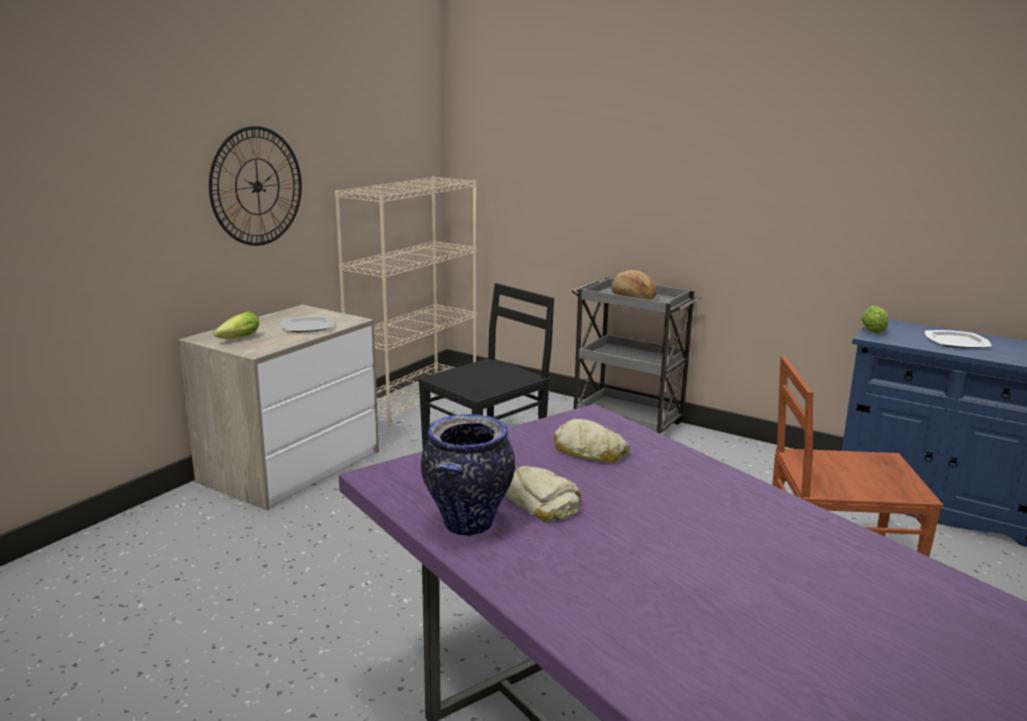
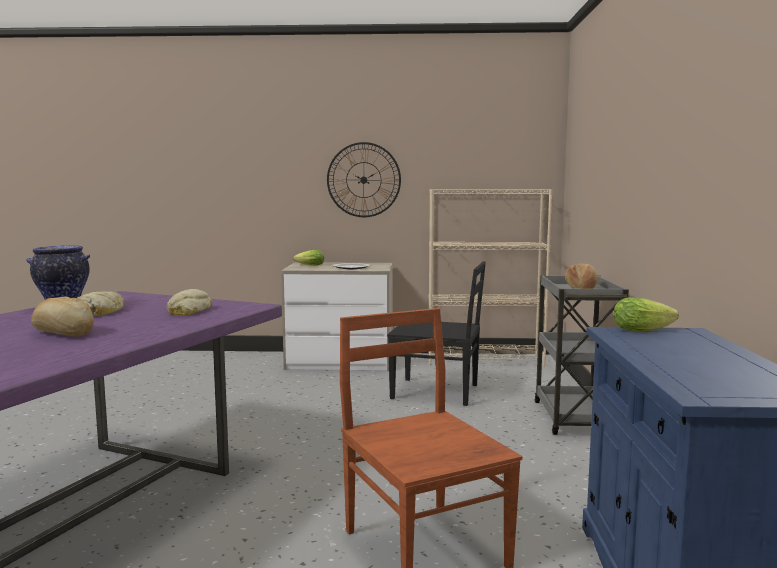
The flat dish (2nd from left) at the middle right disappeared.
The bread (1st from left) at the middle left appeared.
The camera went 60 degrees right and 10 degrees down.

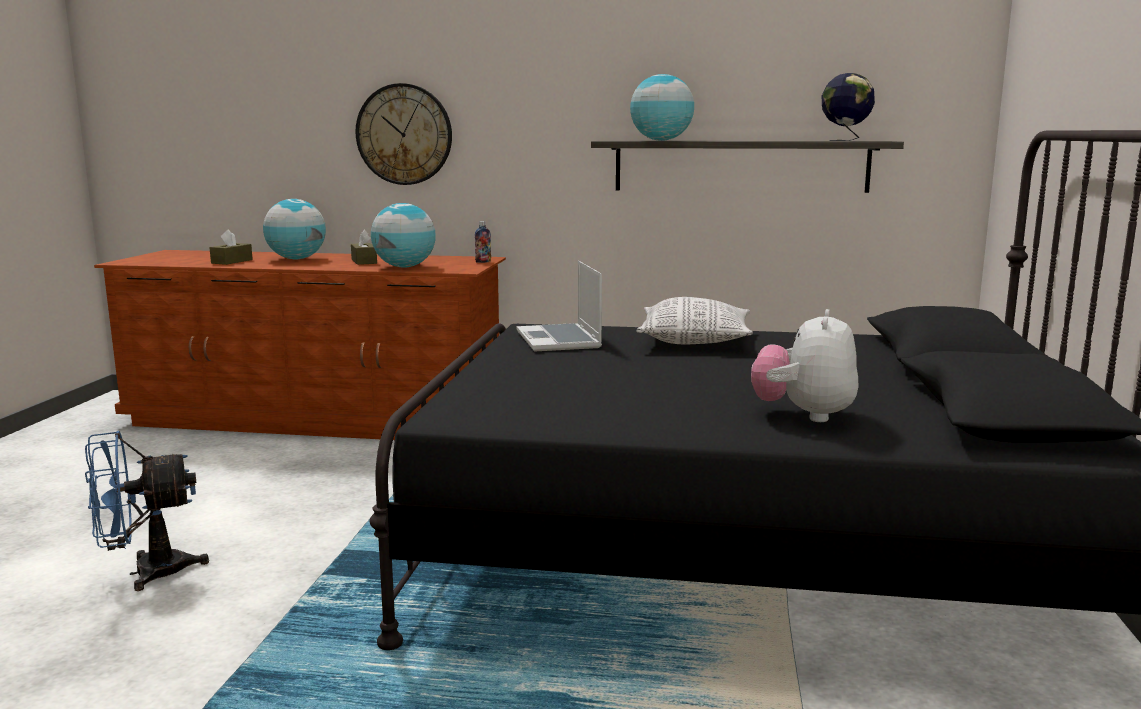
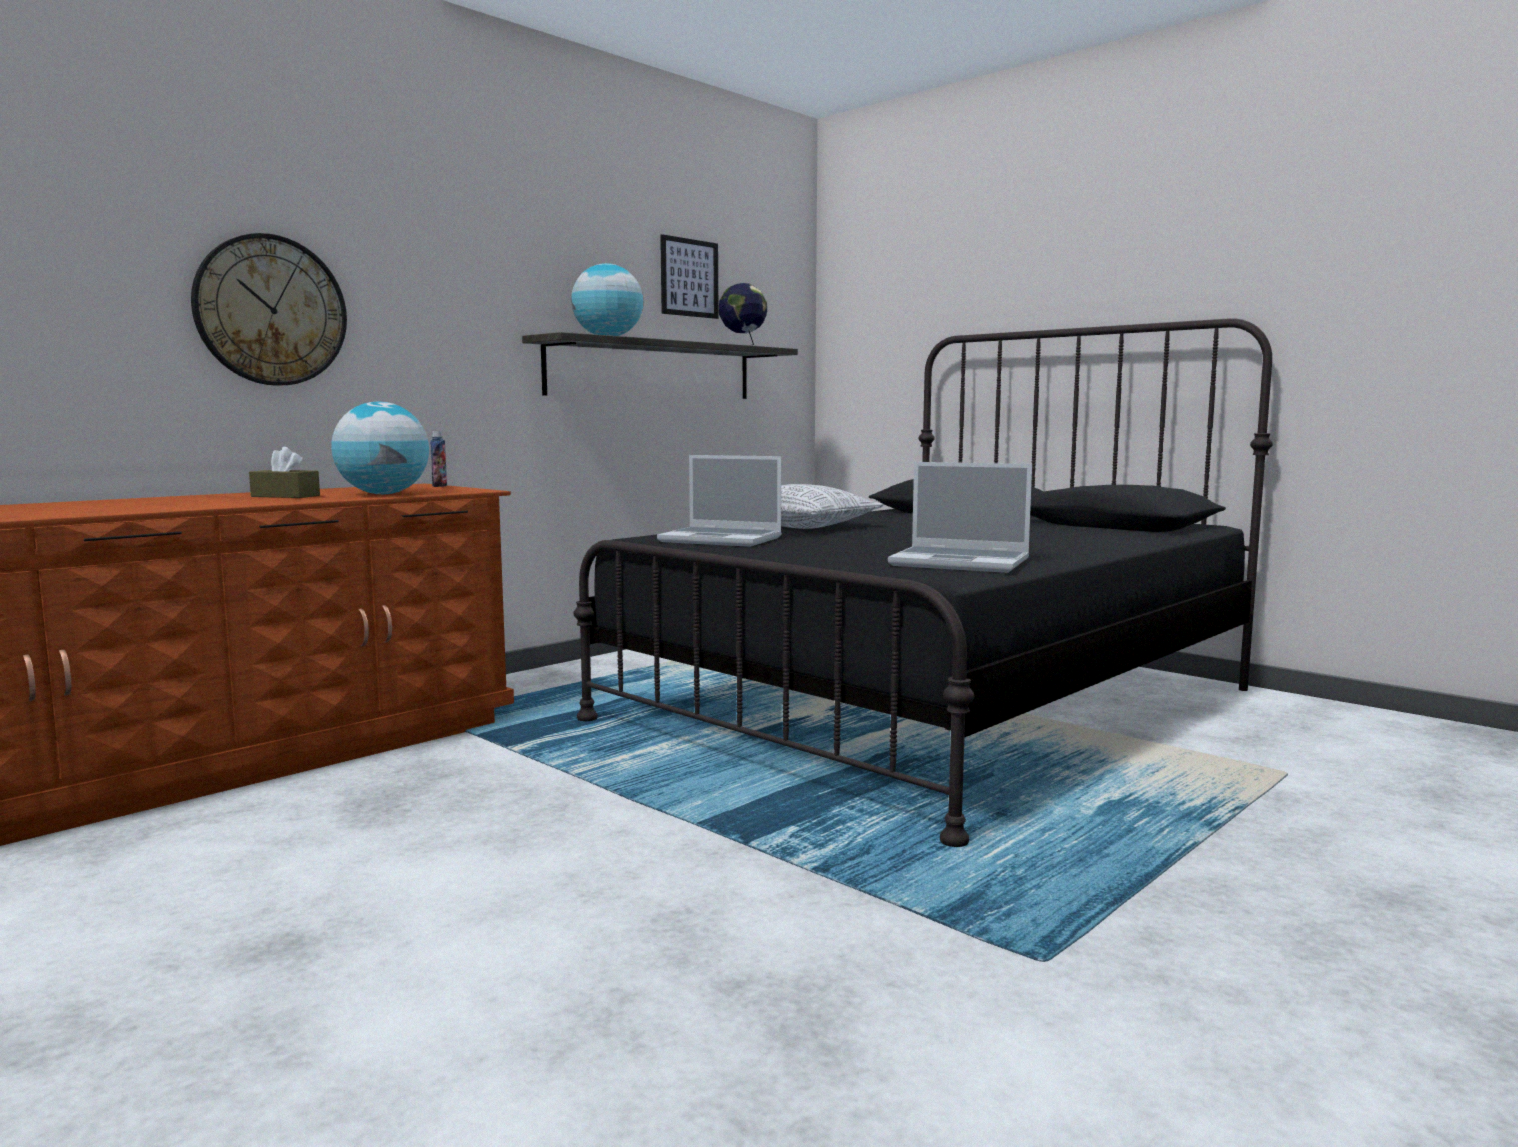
The electric fan in blue-coloured at the bottom left disappeared.
The tissue holder in brown (1st from left) at the middle left disappeared.
The world globe (1st from left) at the top left disappeared.
The cuddly toy at the middle right disappeared.
The picture at the top centre appeared.
The laptop (2nd from left) at the centre appeared.
The camera went 55 degrees left and 5 degrees down.

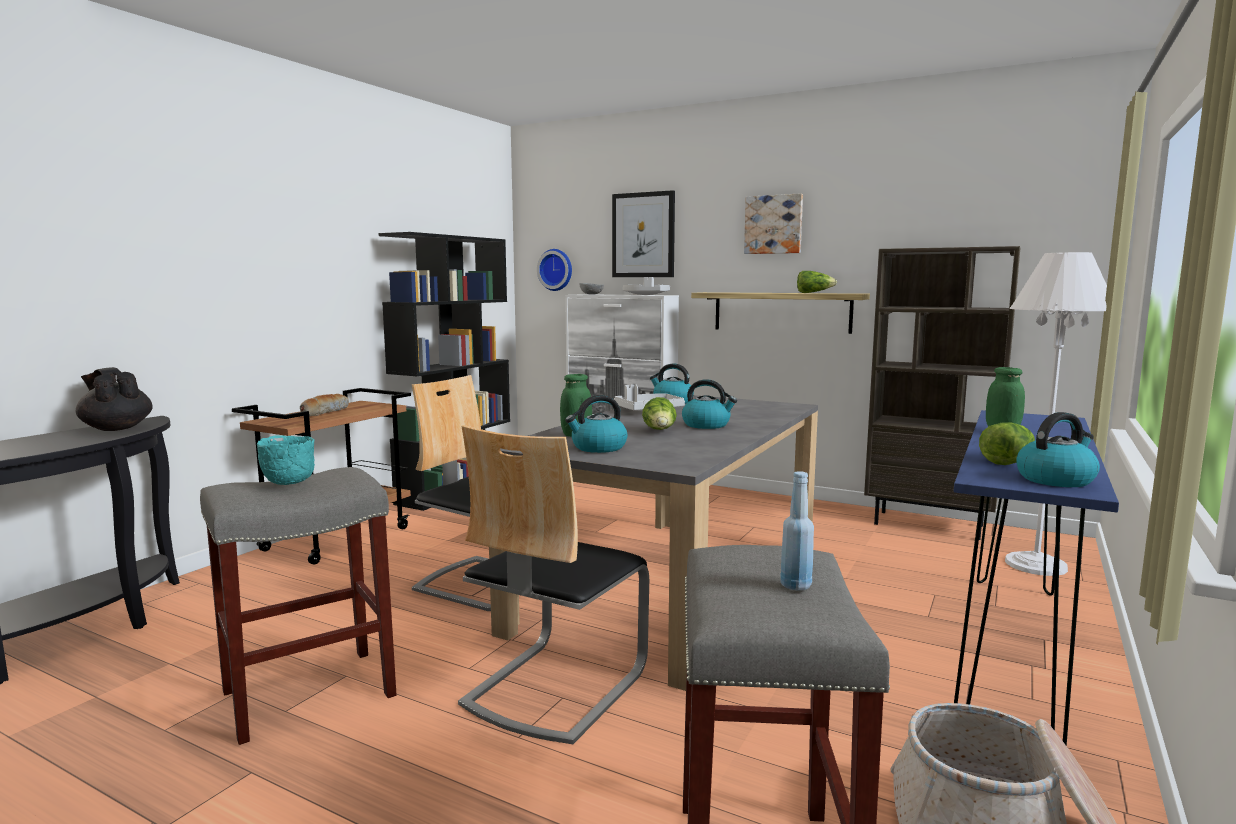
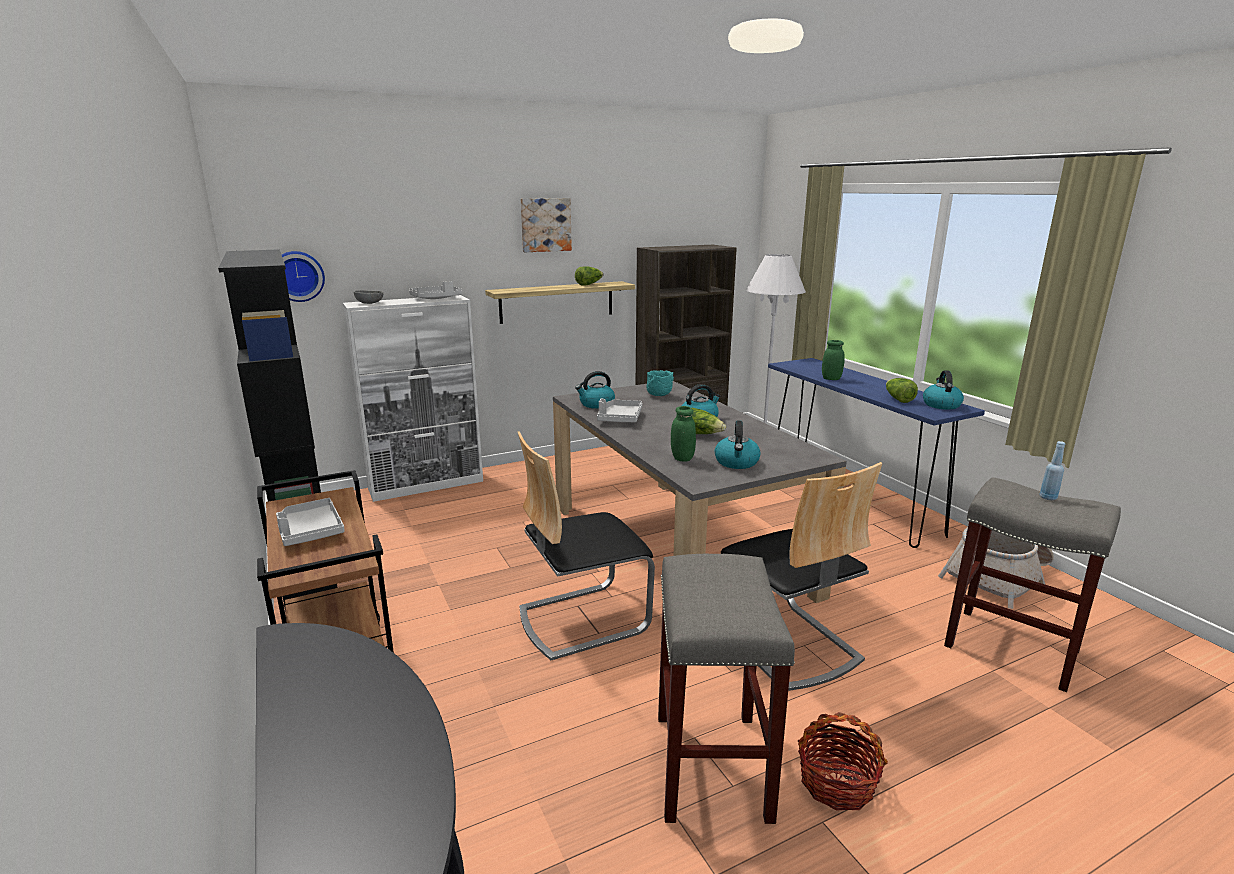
The teapot in blackish at the middle left disappeared.
The picture (1st from left) at the top centre disappeared.
The basket (1st from left) at the bottom right appeared.
The serving bowl in turquoise-coloured moved from the middle left to the centre.
The bread at the middle left was replaced by the serving tray in gray (1st from left) at the middle left.
The camera went 55 degrees left and 10 degrees up.

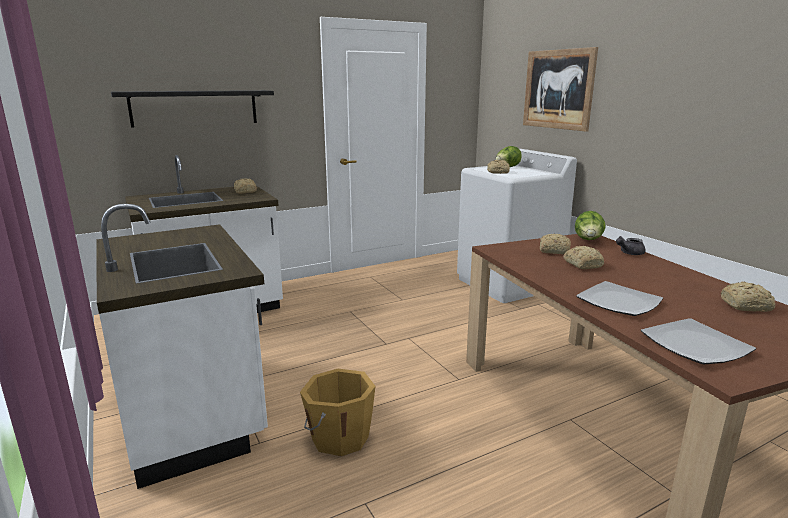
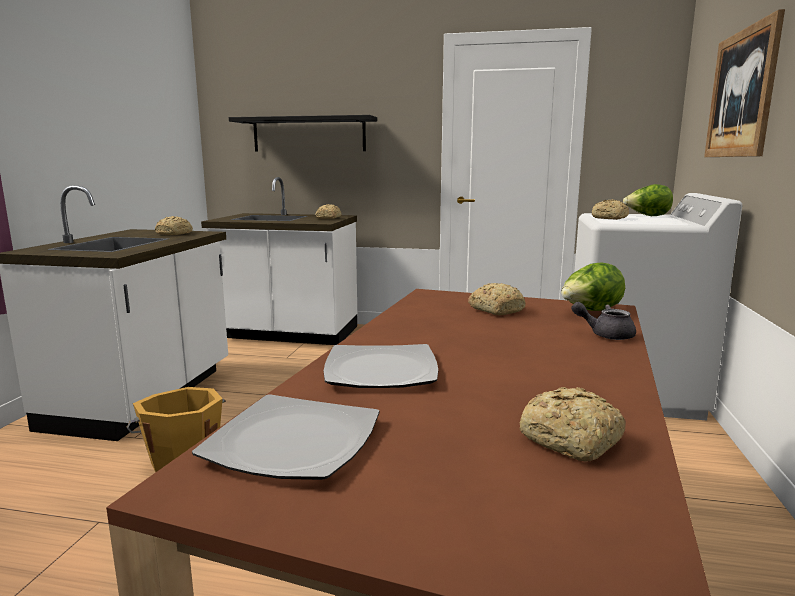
The bread (4th from left in the first image) moved from the middle right to the middle left.
The camera went 40 degrees right and 5 degrees down.

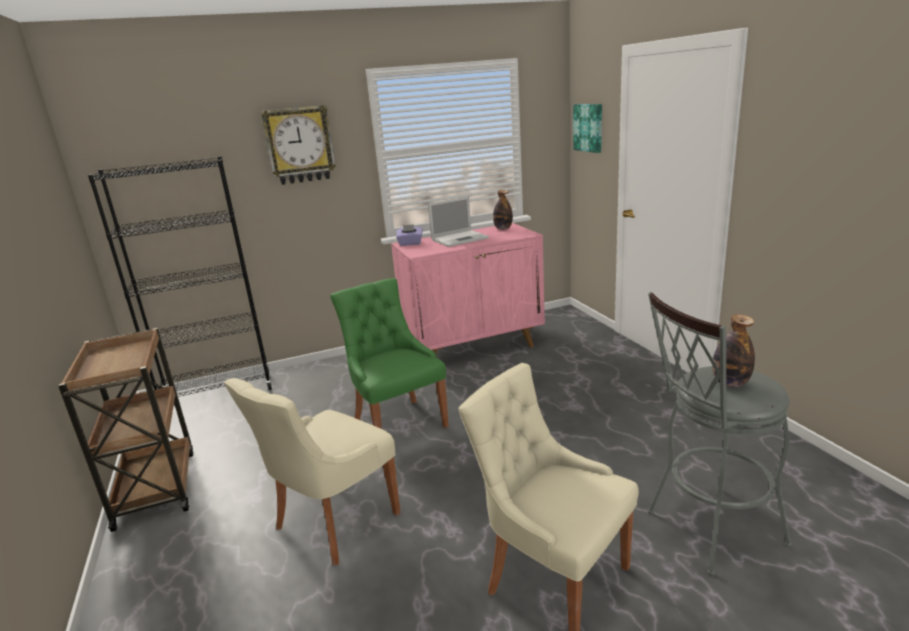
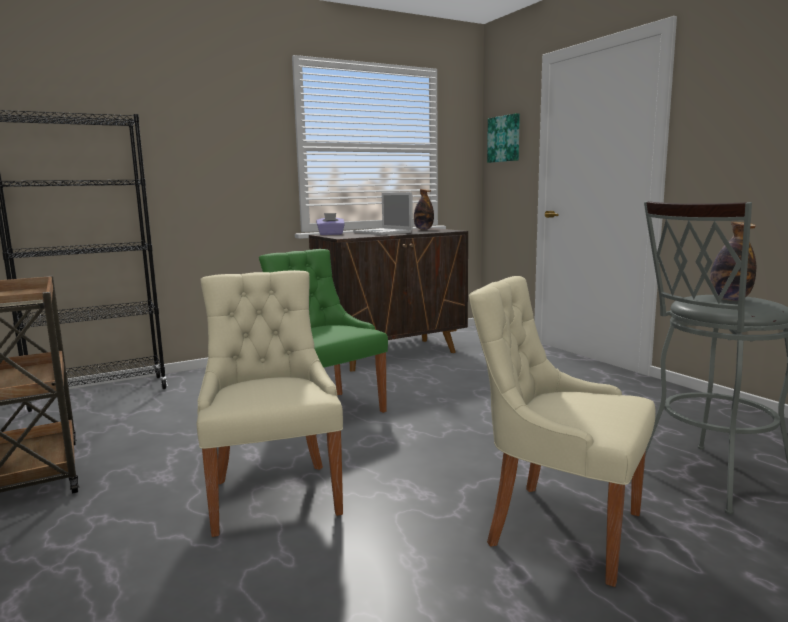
The wall clock at the top left disappeared.
The cabinet in pink-coloured at the centre became the cabinet in brown at the centre.
The upright chair in beige-coloured (1st from left) at the bottom centre turned 135 degrees clockwise.
The laptop at the centre turned 90 degrees clockwise.
The camera went 10 degrees left and 10 degrees down.

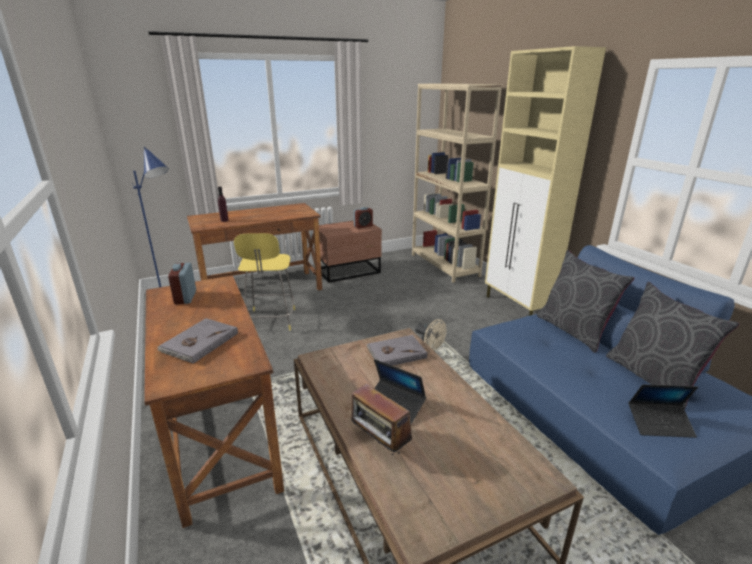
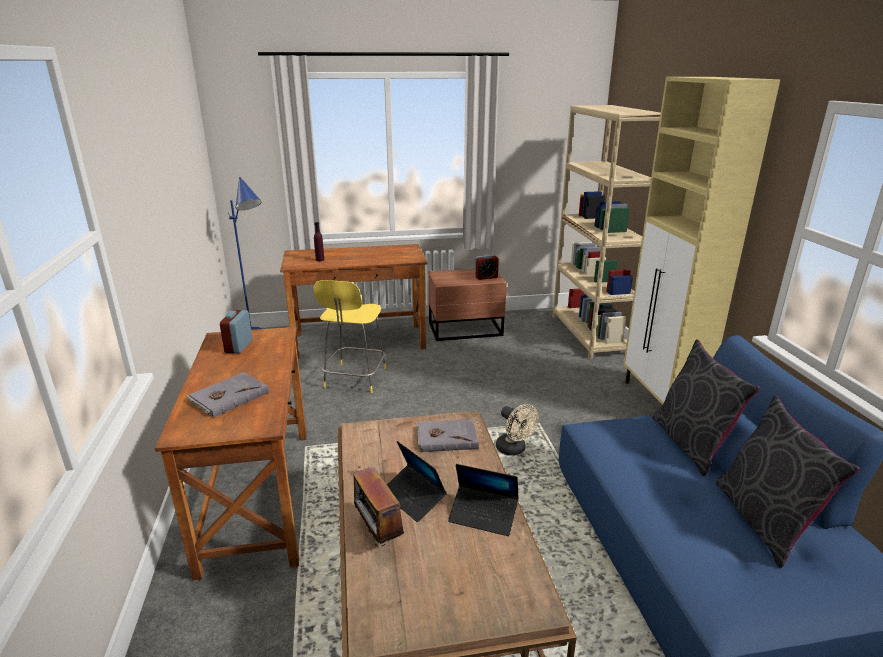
The laptop (2nd from left) moved from the bottom right to the bottom centre.
The camera went 15 degrees right and 0 degrees up.

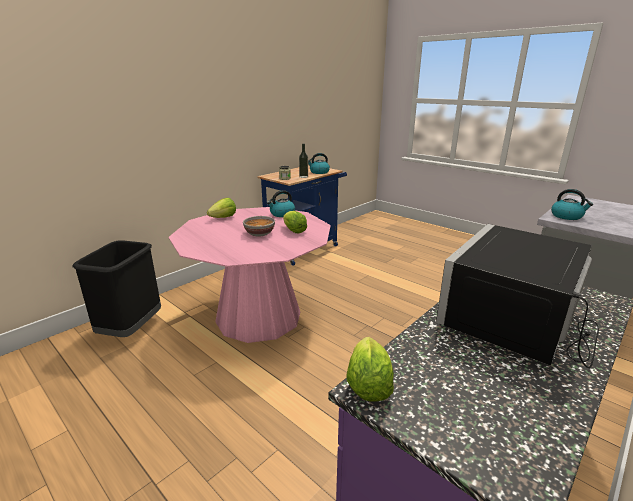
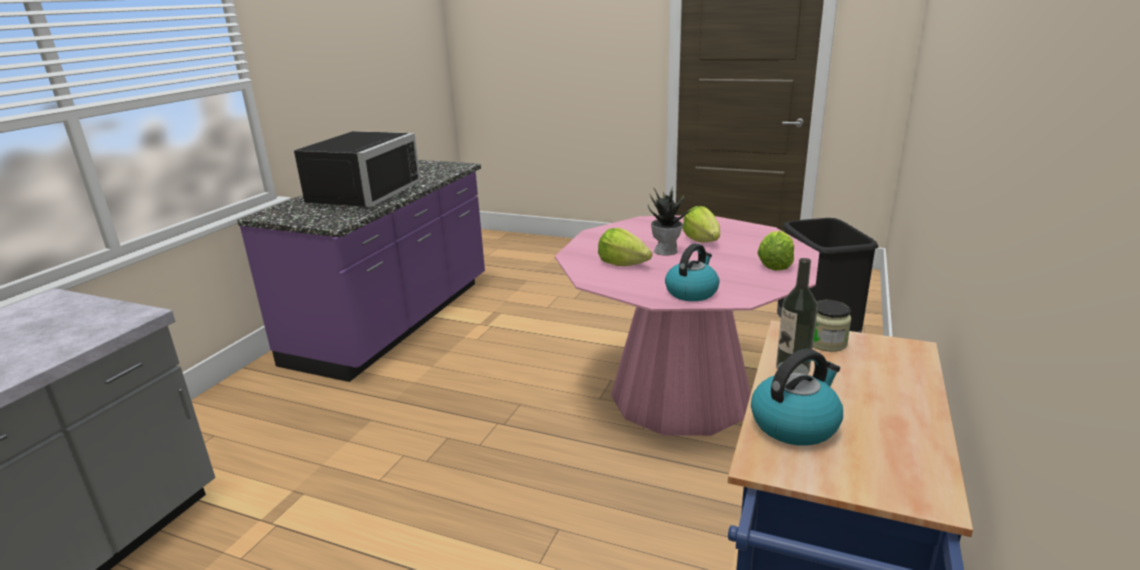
The water kettle (3rd from left) at the middle right disappeared.
The lettuce (3rd from left in the first image) moved from the bottom centre to the centre.
The serving bowl at the centre was replaced by the plant in a pot at the centre.
The camera went 160 degrees right and 0 degrees up.

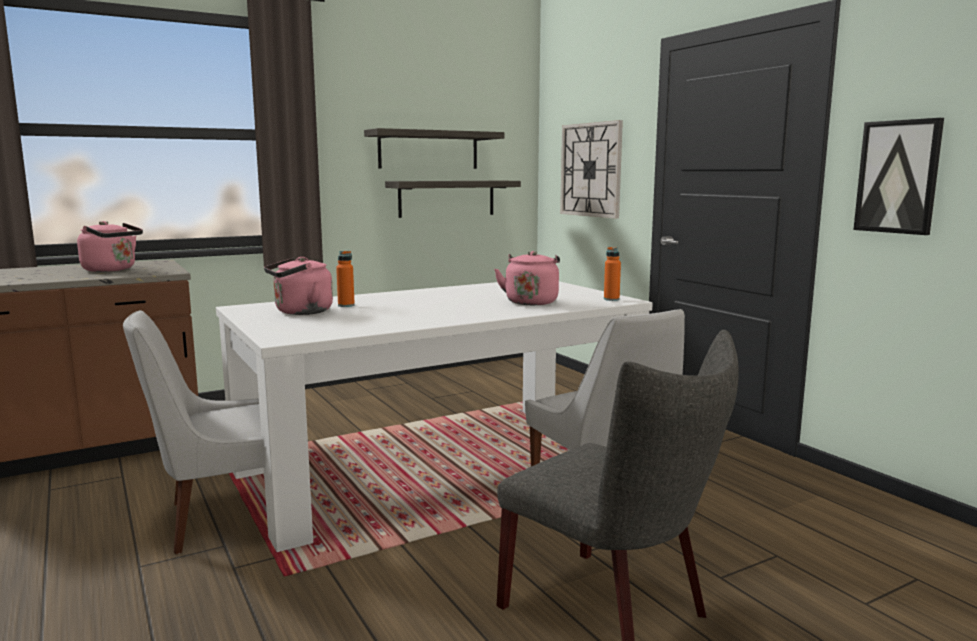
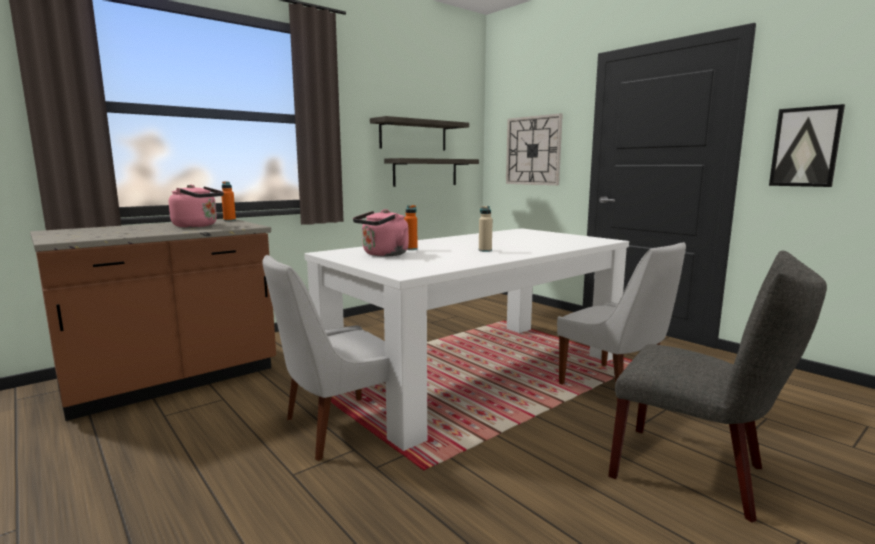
The water kettle in pink-coloured (3rd from left) at the centre disappeared.
The bottle in beige-coloured at the centre appeared.
The bottle in orange (2nd from left in the first image) moved from the centre to the middle left.
The camera went 10 degrees left and 0 degrees up.

